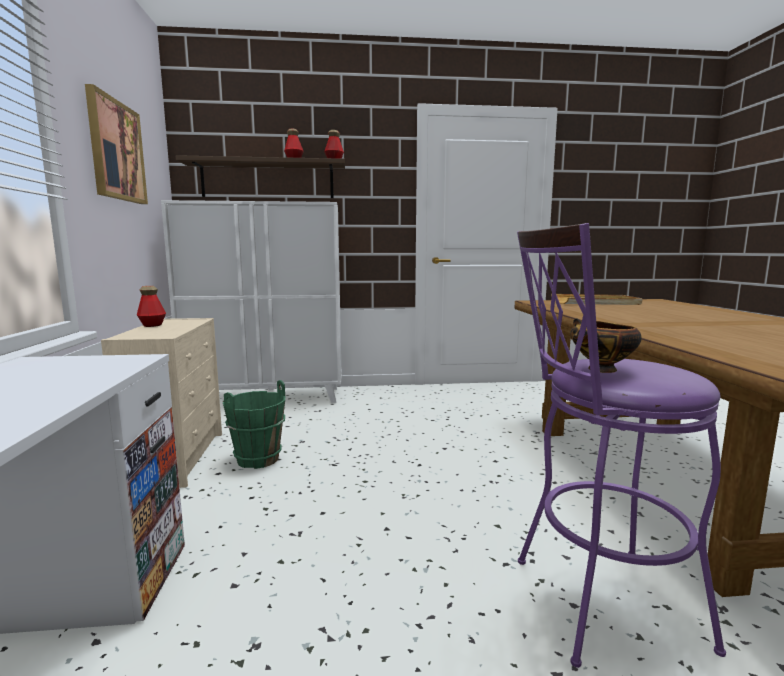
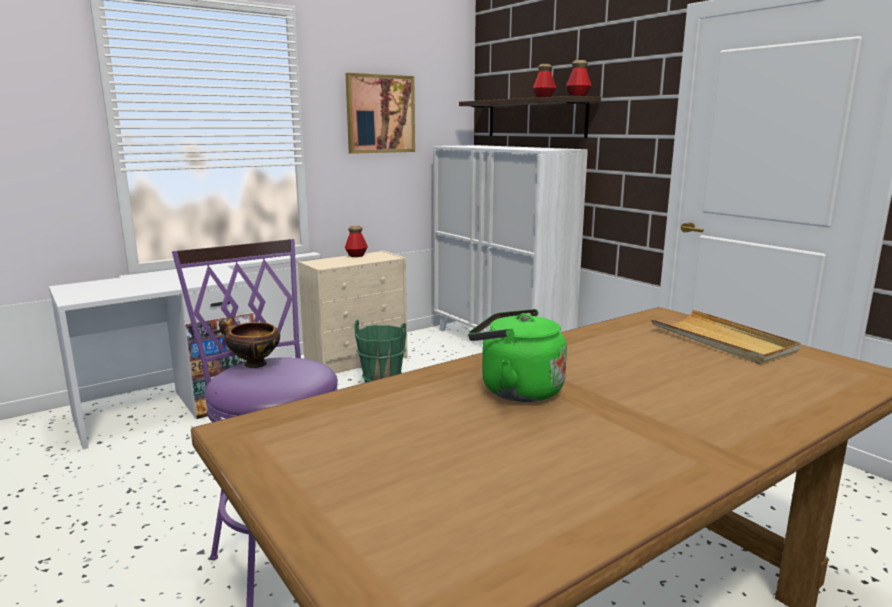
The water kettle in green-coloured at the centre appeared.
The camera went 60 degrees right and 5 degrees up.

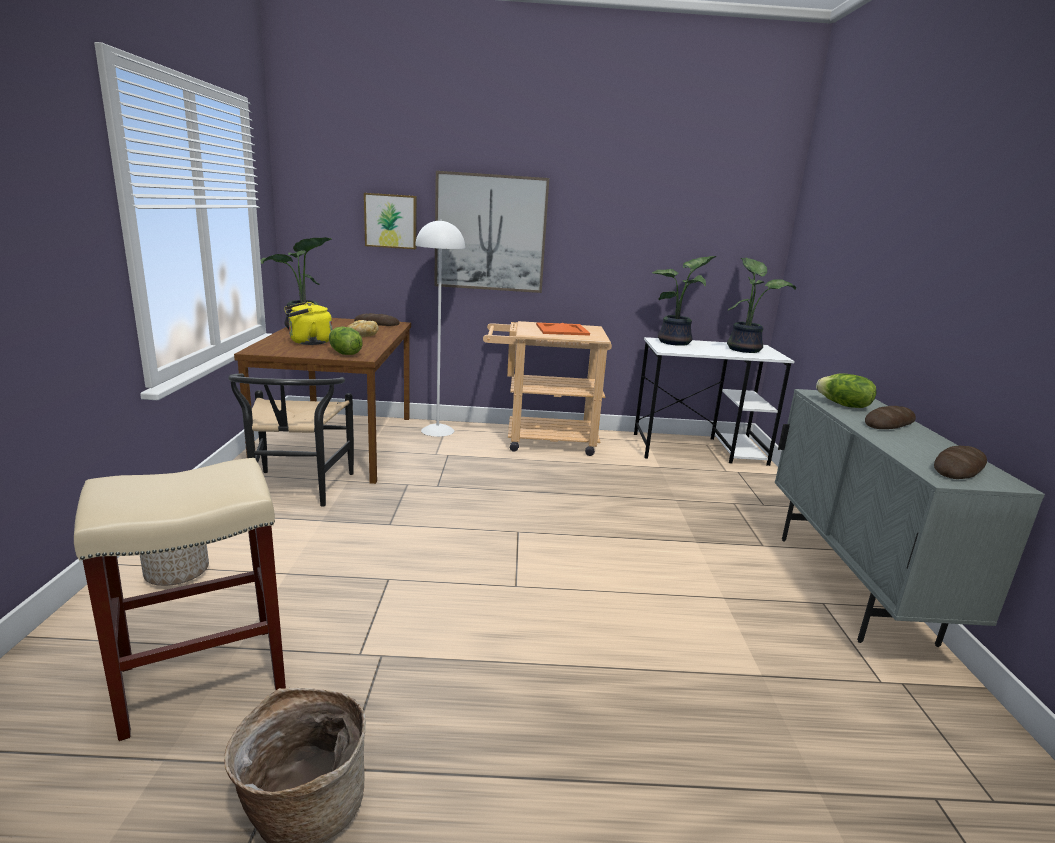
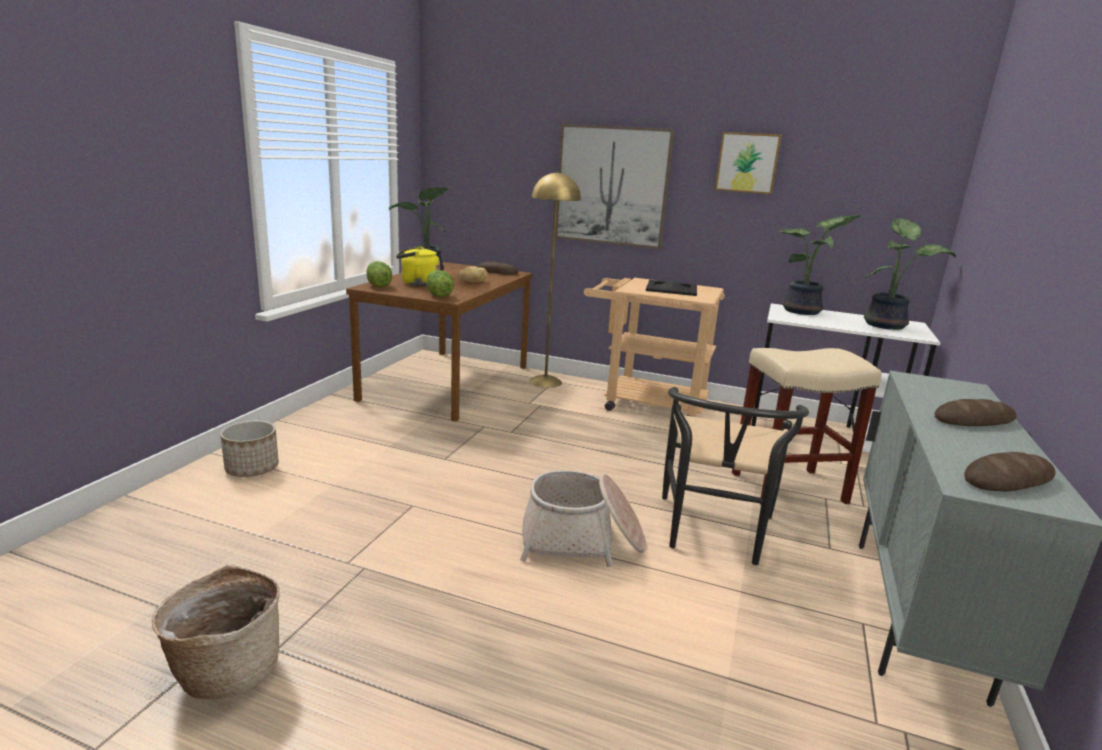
The basket (2nd from left) at the bottom centre appeared.
The stool in beige-coloured moved from the bottom left to the middle right.
The upright chair in blackish moved from the middle left to the middle right.
The picture (1st from left in the first image) moved from the top centre to the top right.
The lettuce (2nd from left in the first image) moved from the middle right to the centre.
The standard lamp in white at the centre became the standard lamp in yellow-coloured at the centre.
The serving tray in orange at the centre became the serving tray in blackish at the centre.
The camera went 20 degrees right and 0 degrees up.

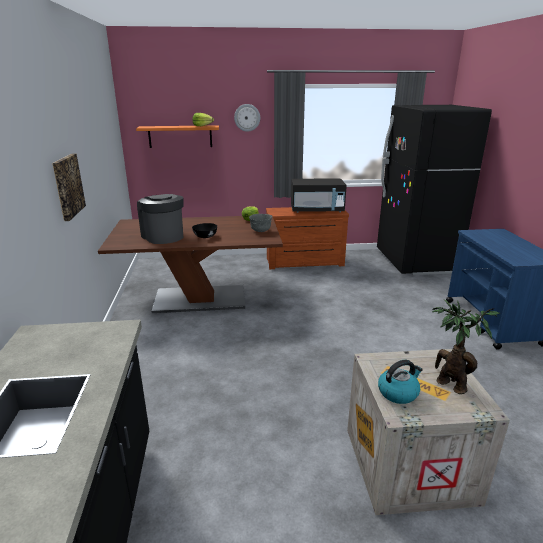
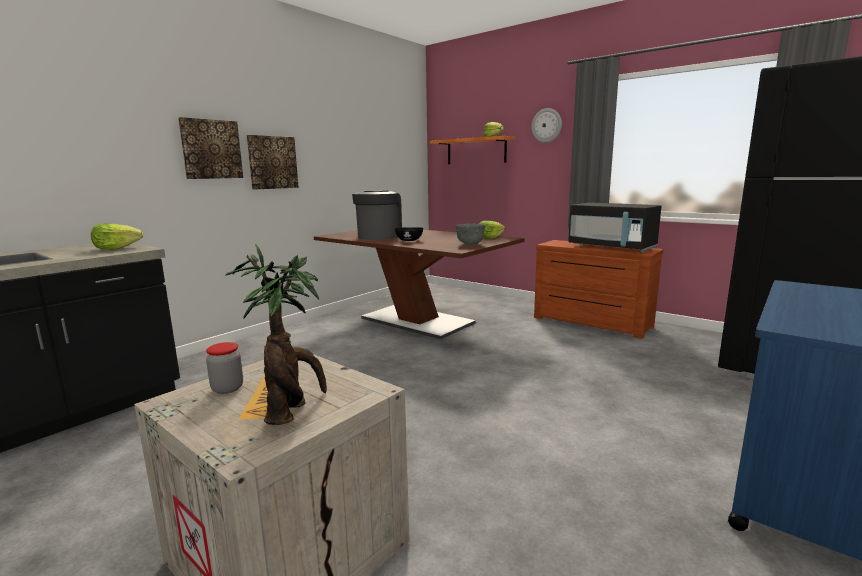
The lettuce (1st from left) at the middle left appeared.
The picture (1st from left) at the top left appeared.
The water kettle at the bottom right was replaced by the preserve jar at the middle left.
The camera went 45 degrees right and 10 degrees down.

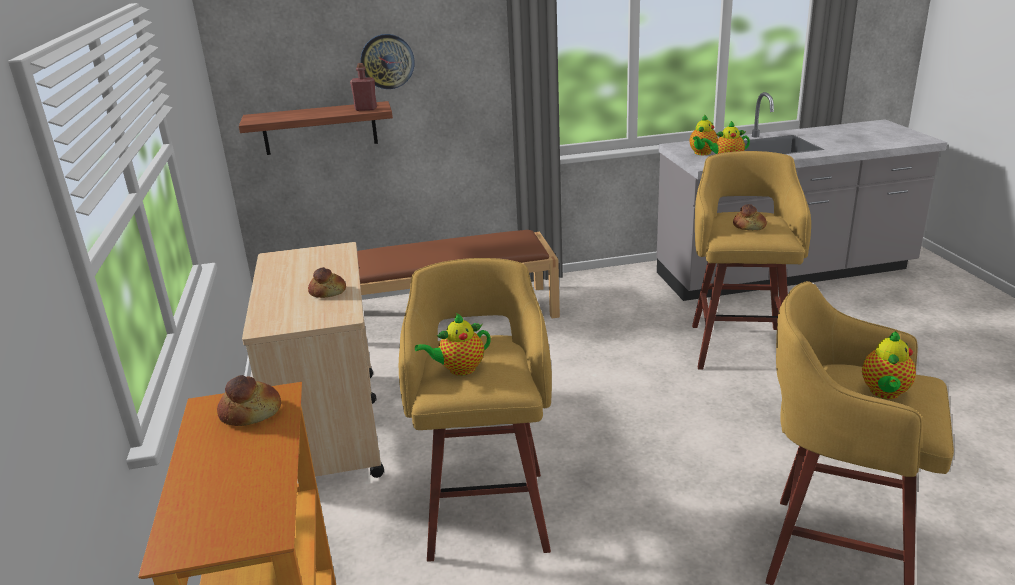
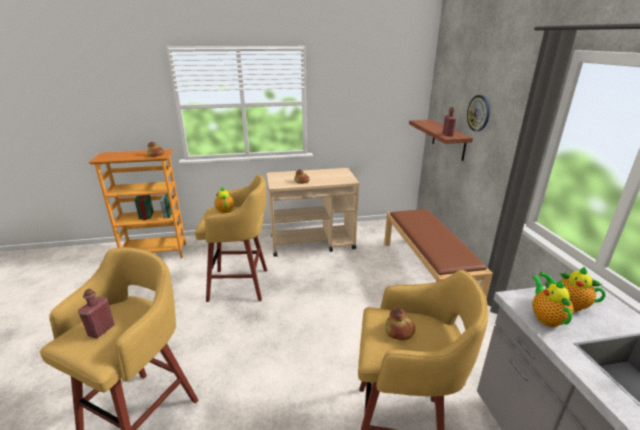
The teapot (4th from left) at the middle right was replaced by the bottle in red-coloured (1st from left) at the bottom left.
The camera went 90 degrees right and 0 degrees up.

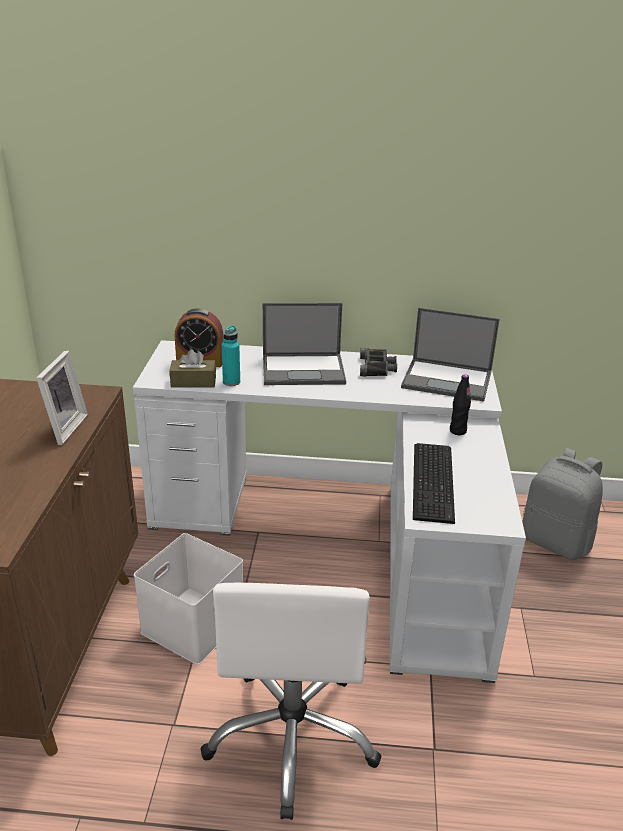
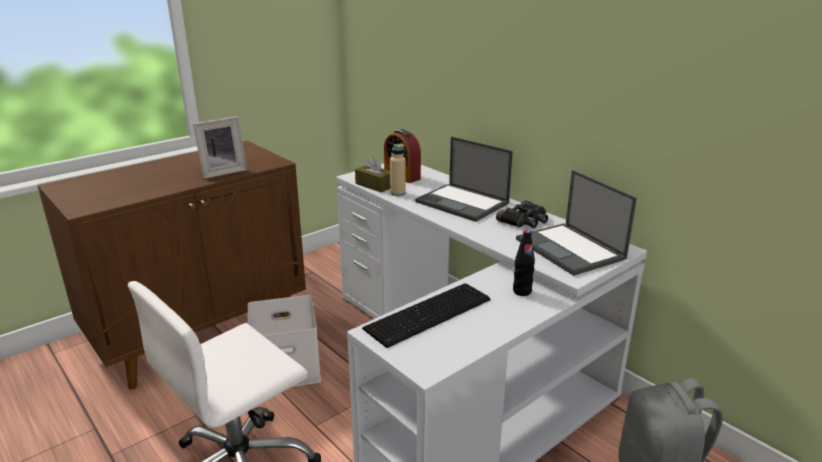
The bottle in turquoise-coloured at the centre became the bottle in beige-coloured at the centre.
The camera went 45 degrees right and 5 degrees down.

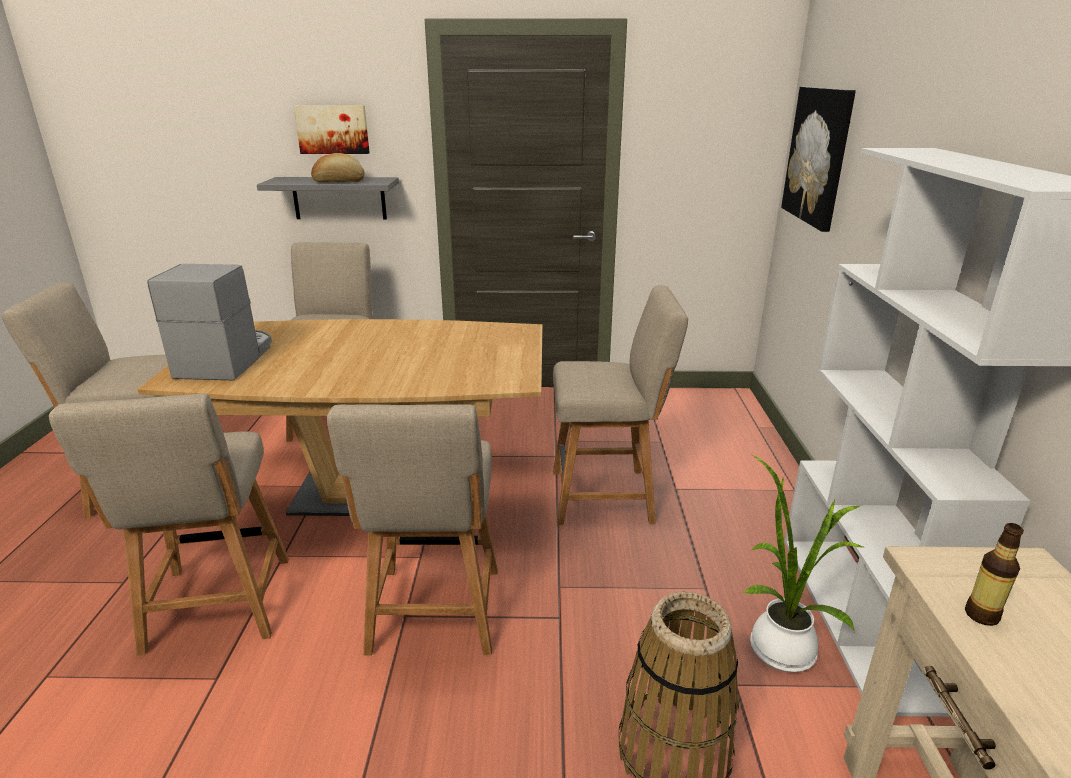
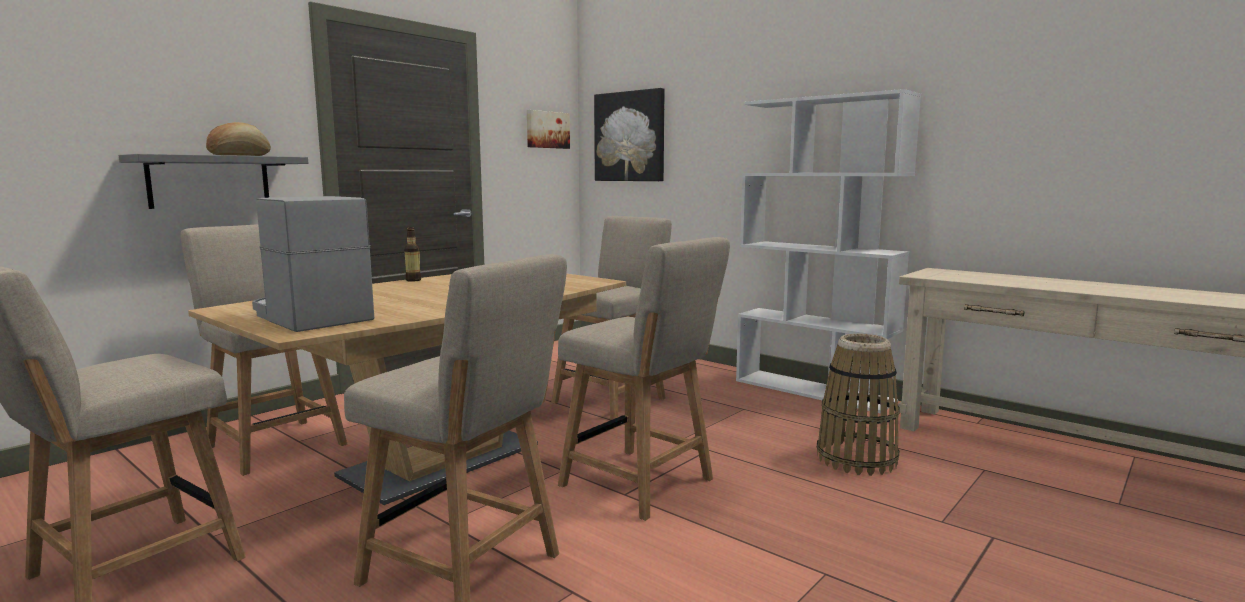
The plant in a pot at the bottom right disappeared.
The picture (1st from left) moved from the top left to the top centre.
The bottle moved from the bottom right to the middle left.
The camera went 50 degrees left and 15 degrees down.

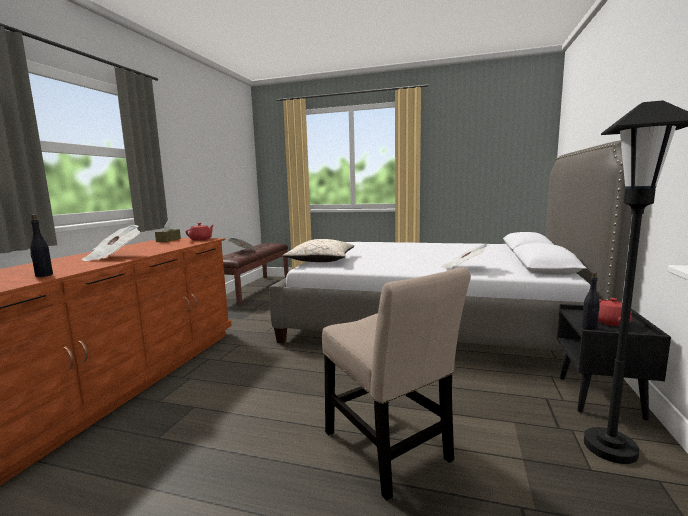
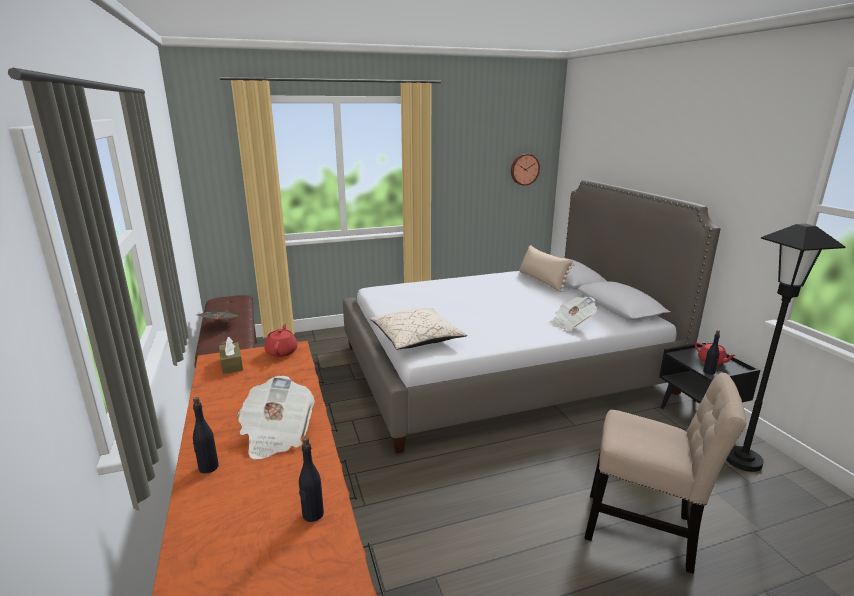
The bottle in blackish (1st from left) at the bottom left appeared.
The wall clock at the top centre appeared.
The cushion in beige-coloured (2nd from left) at the centre appeared.
The camera went 35 degrees left and 10 degrees up.

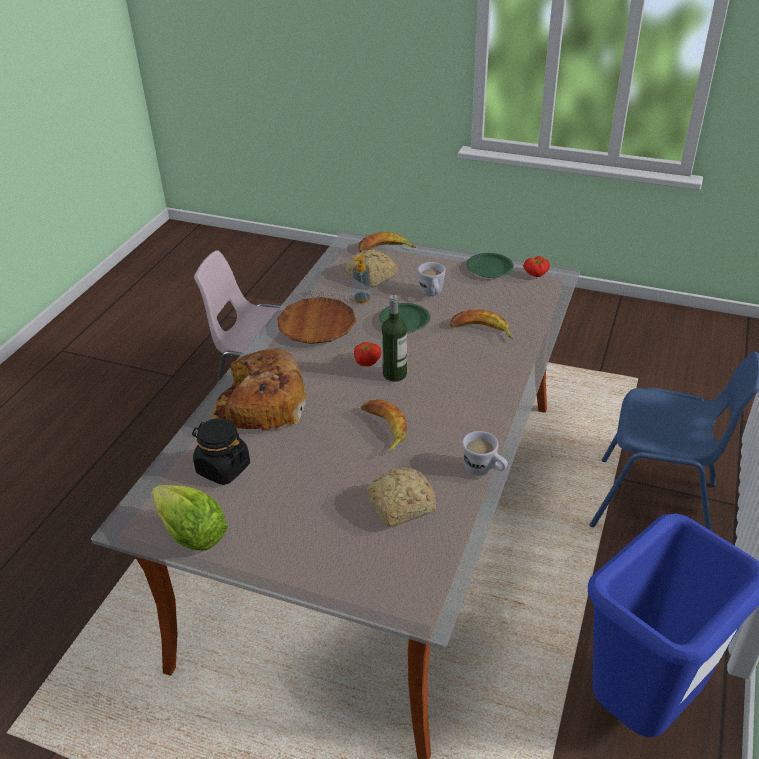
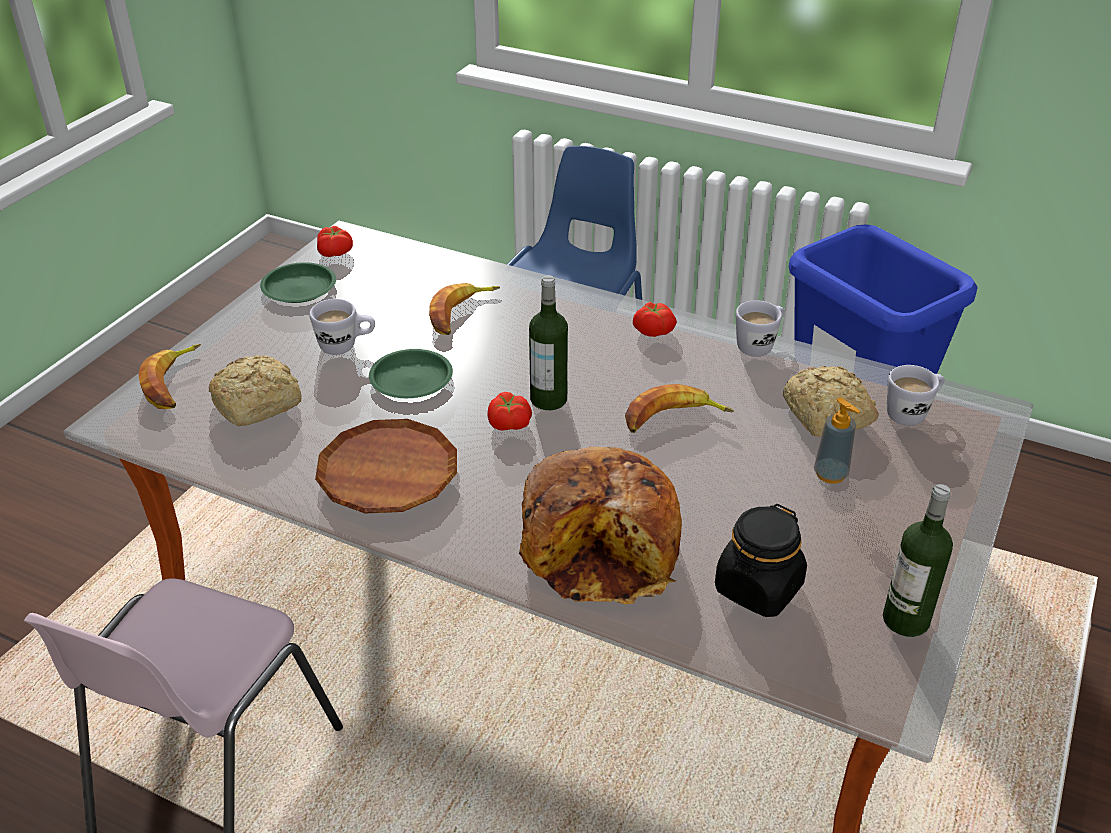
The fresh tomato (3rd from left) at the centre appeared.
The tea mug in white (3rd from left) at the middle right appeared.
The soap dispenser moved from the centre to the middle right.
The lettuce at the bottom left was replaced by the bottle (2nd from left) at the bottom right.
The camera went 85 degrees left and 0 degrees up.

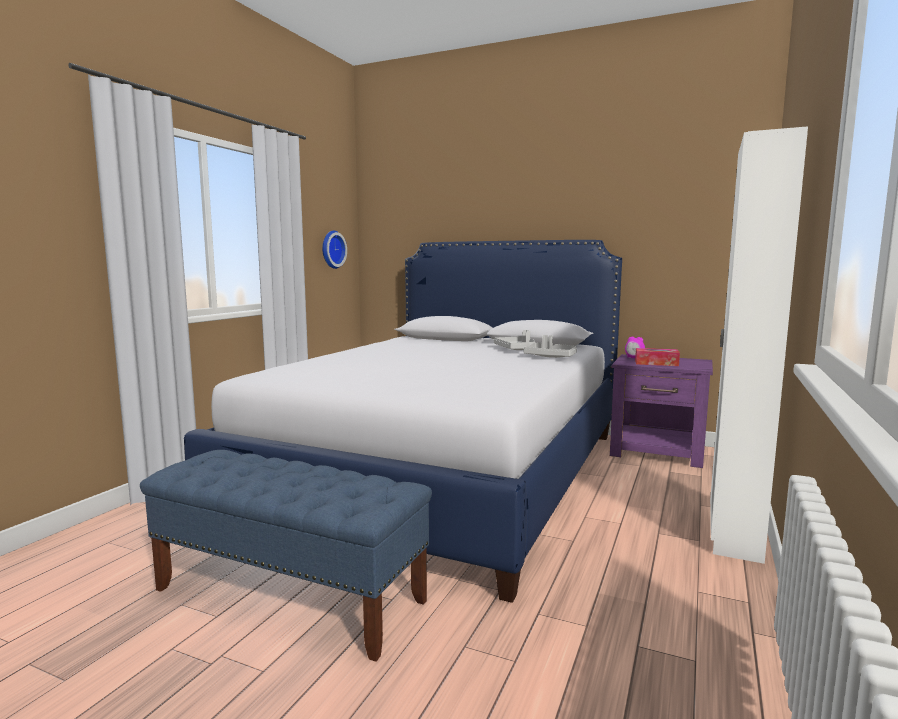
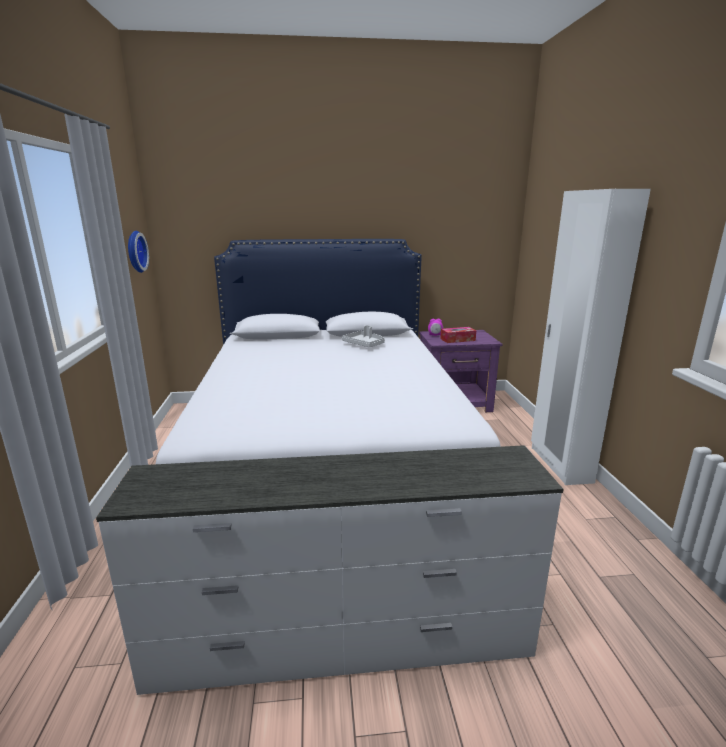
The serving tray in gray (2nd from left) at the centre disappeared.
The long seat in blue-coloured at the bottom left was replaced by the dresser in white at the bottom centre.
The camera went 30 degrees left and 10 degrees up.

